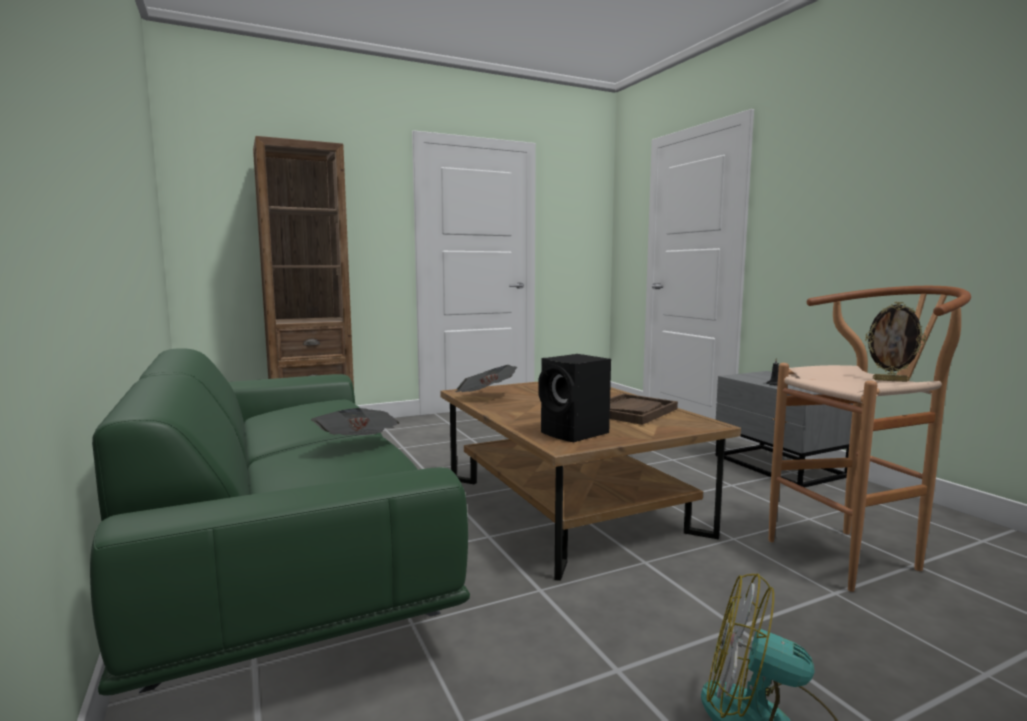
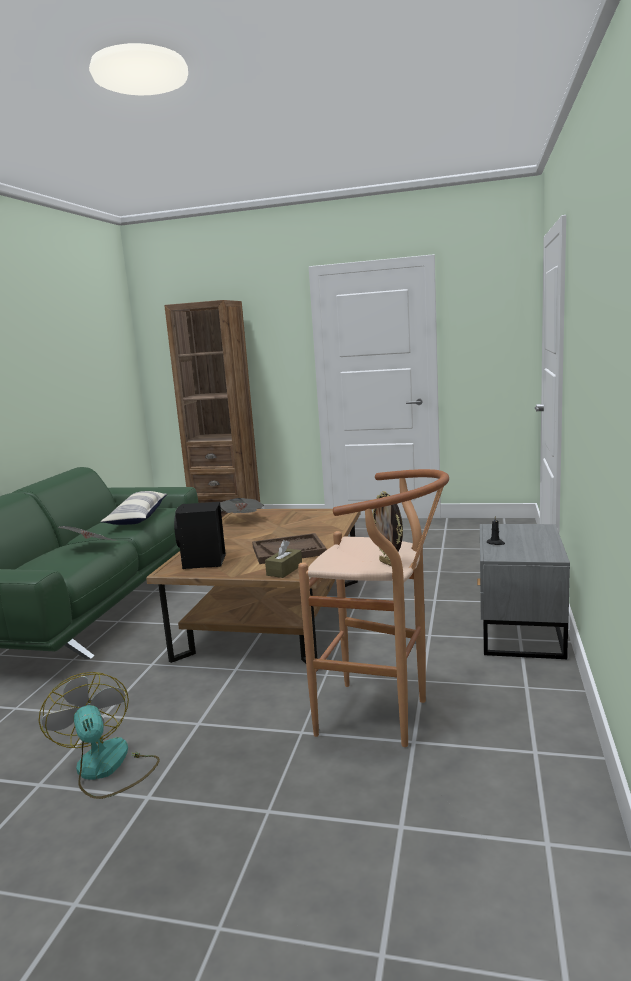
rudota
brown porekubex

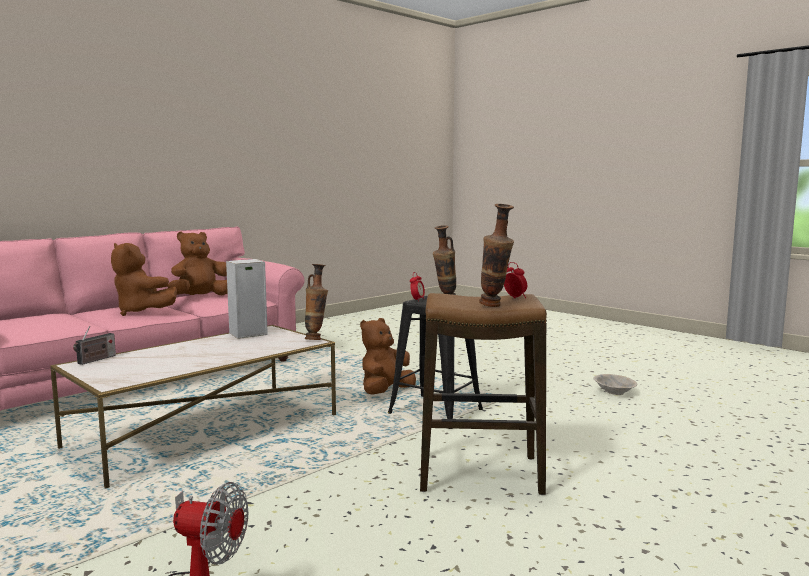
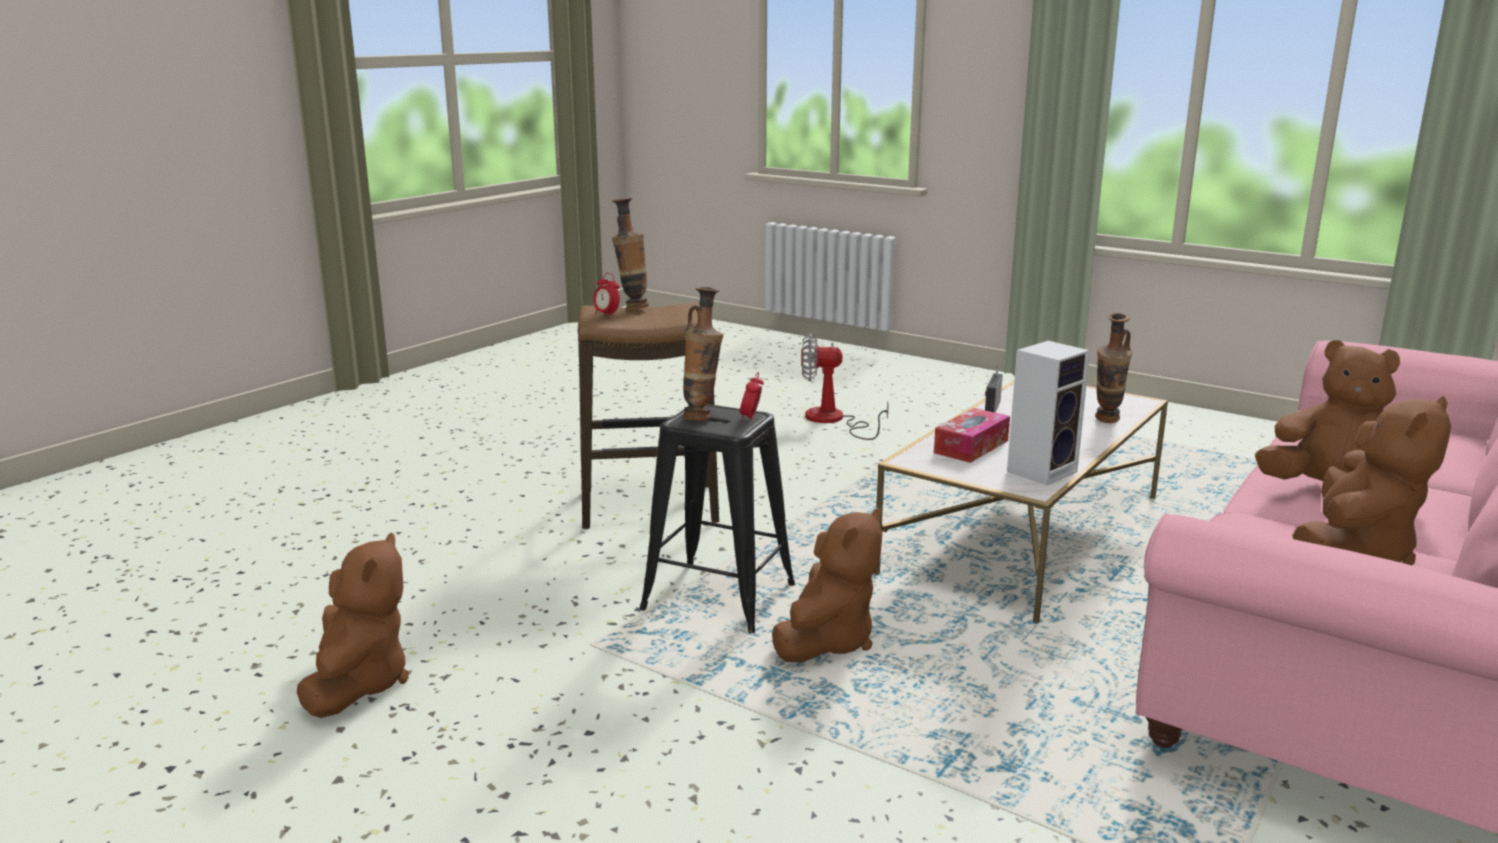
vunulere (no. 3 from left)
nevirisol
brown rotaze (no. 1 from left)
porekubex

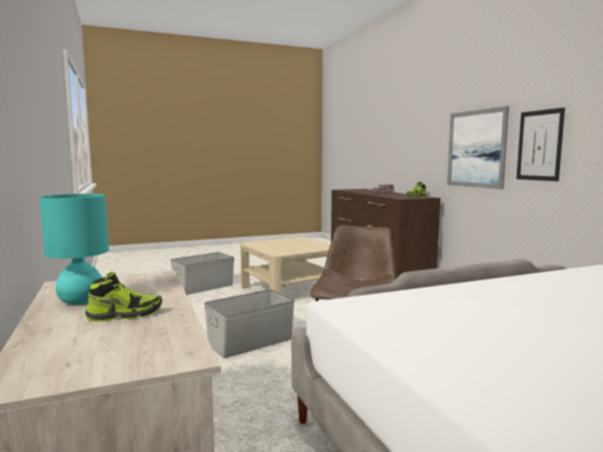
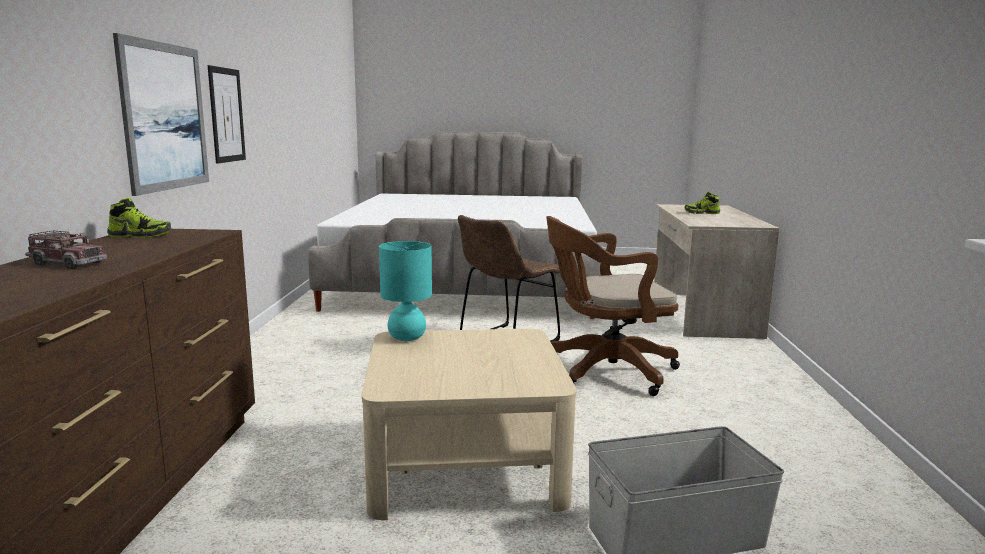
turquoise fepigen
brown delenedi

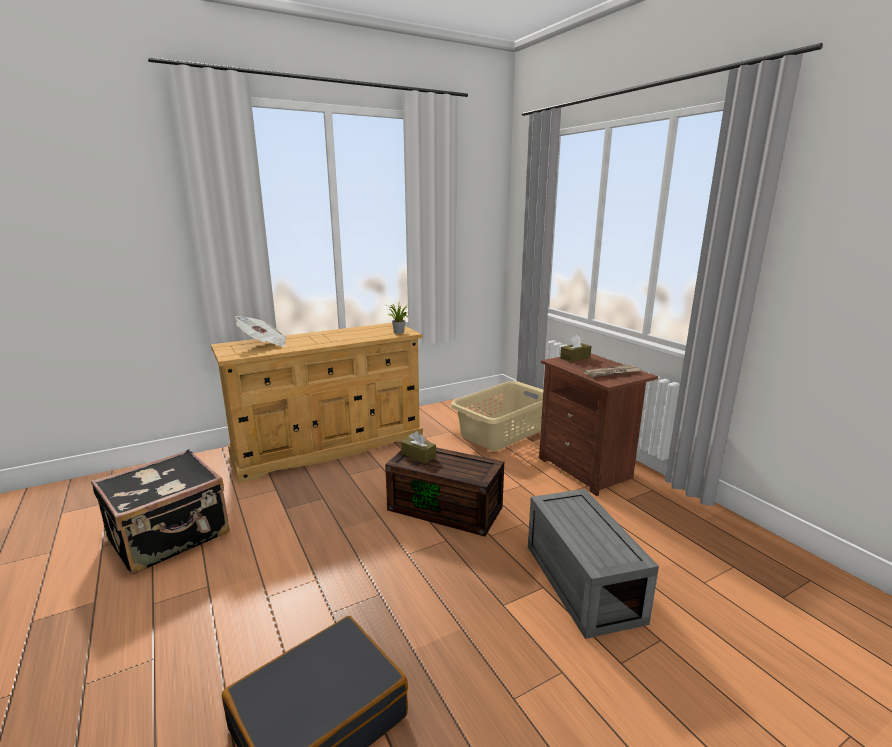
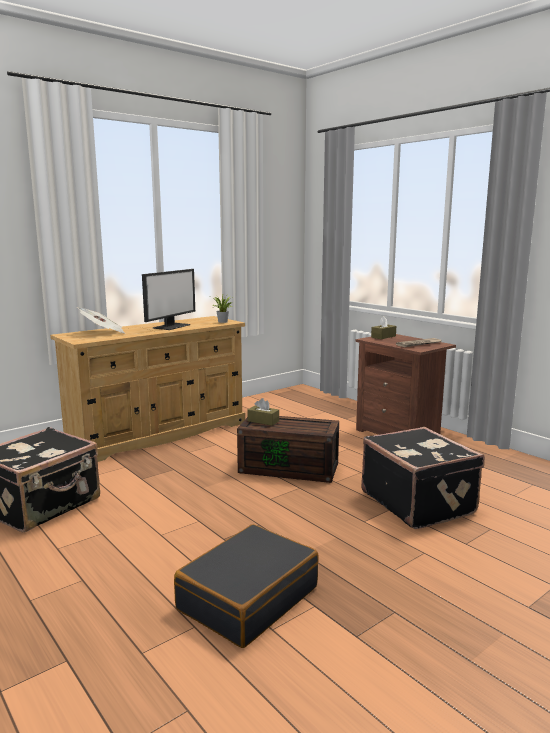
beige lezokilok
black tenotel (no. 3 from left)
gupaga

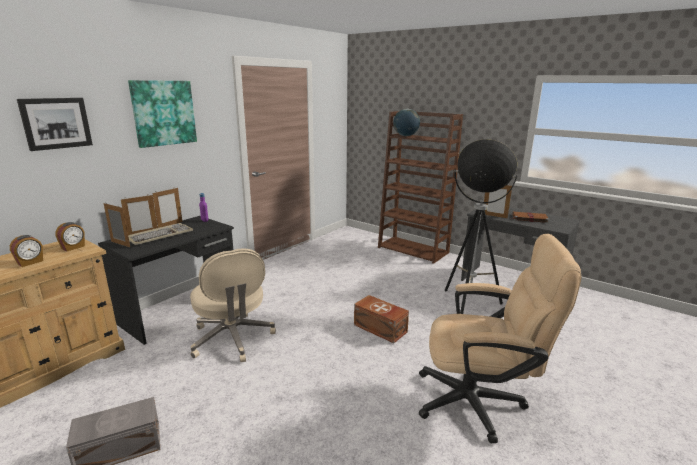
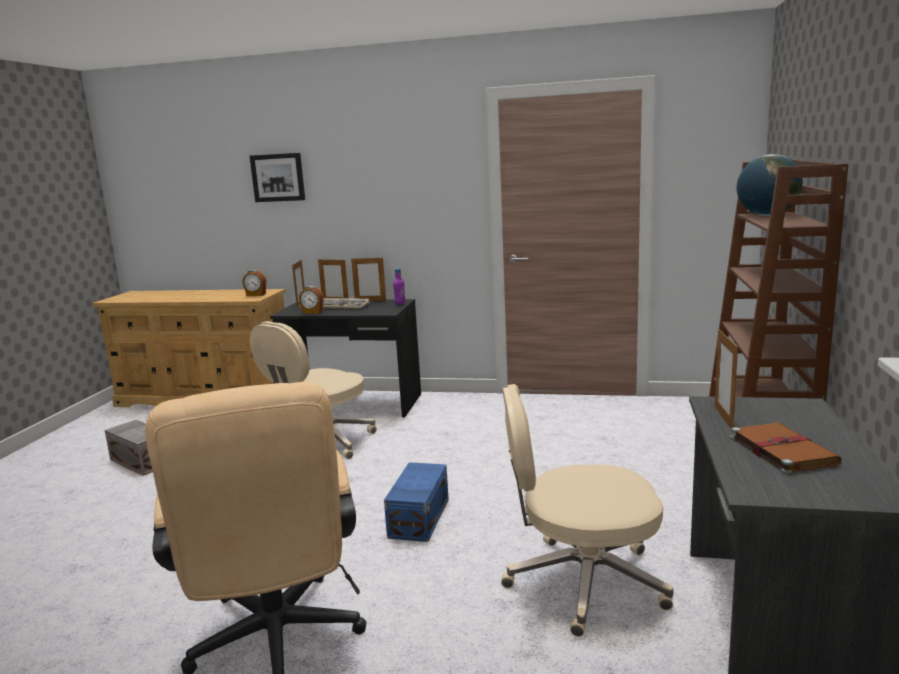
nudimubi (no. 2 from left in the first image)
beige delenedi (no. 3 from left)
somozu (no. 2 from left)
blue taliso

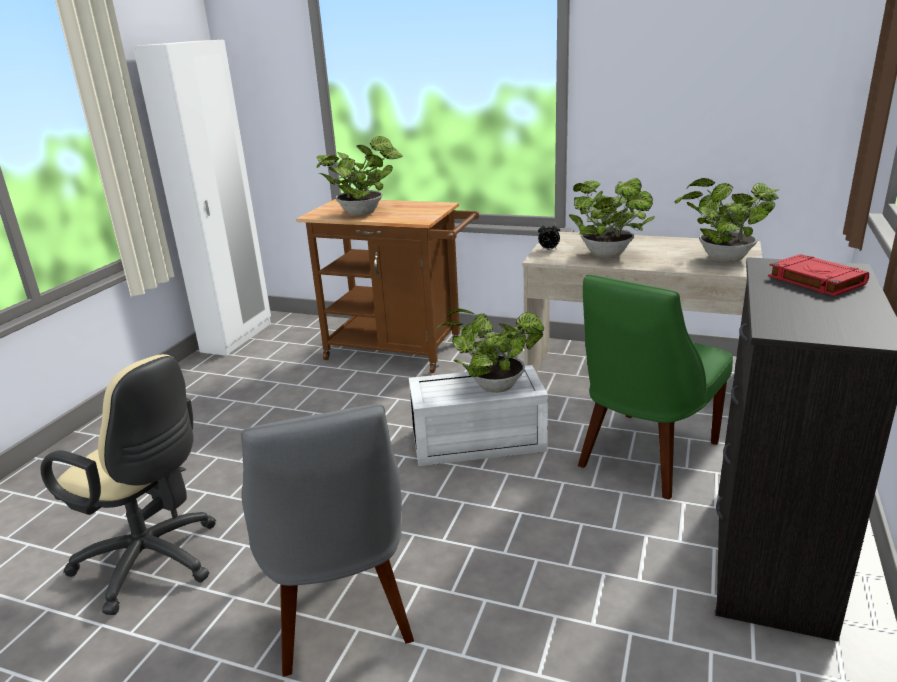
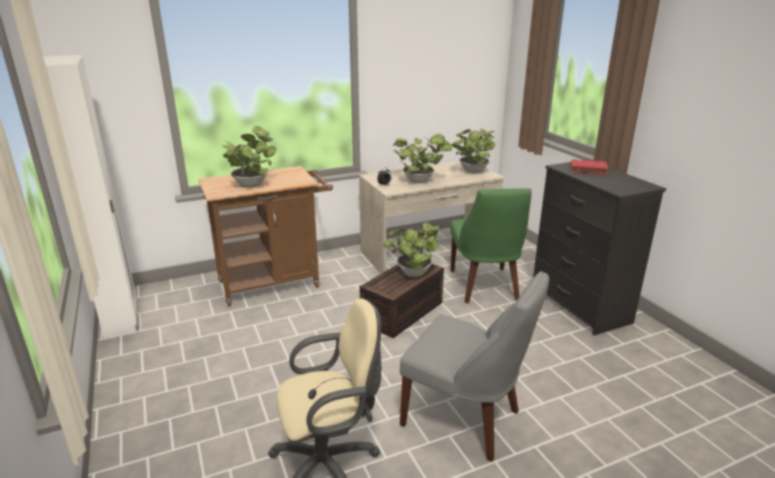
brown taliso

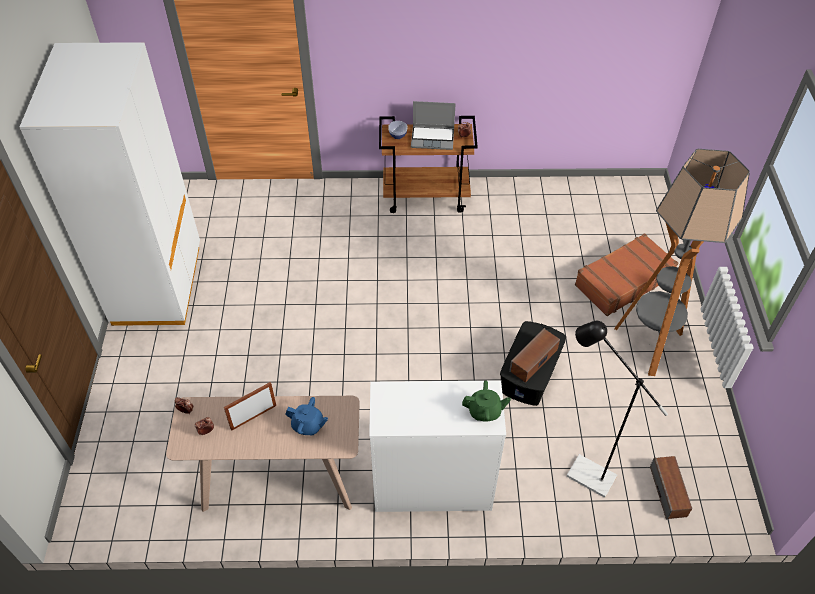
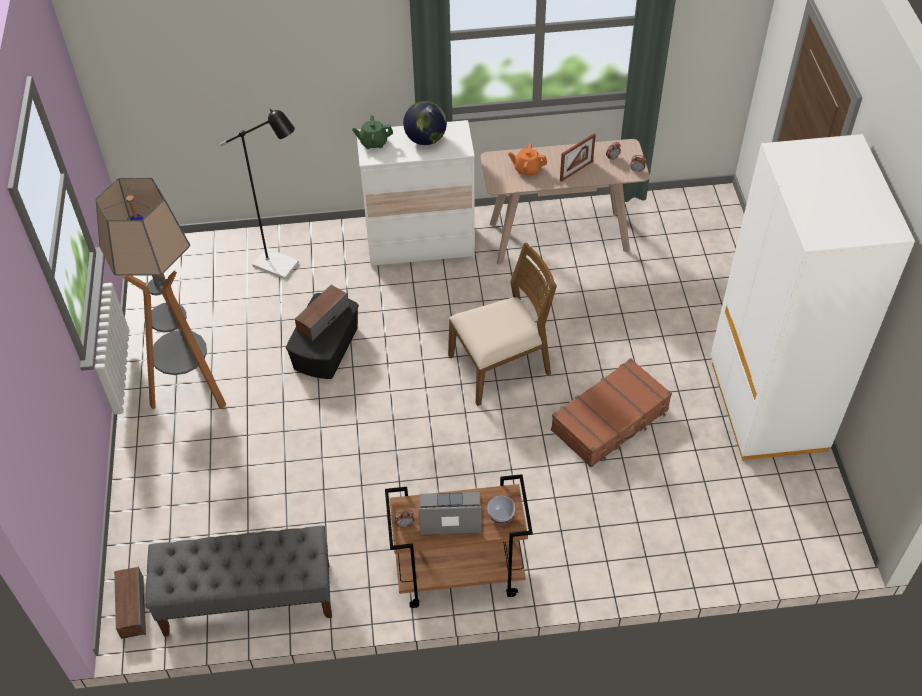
brown tenotel
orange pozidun
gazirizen (no. 1 from left)
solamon
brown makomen
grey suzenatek

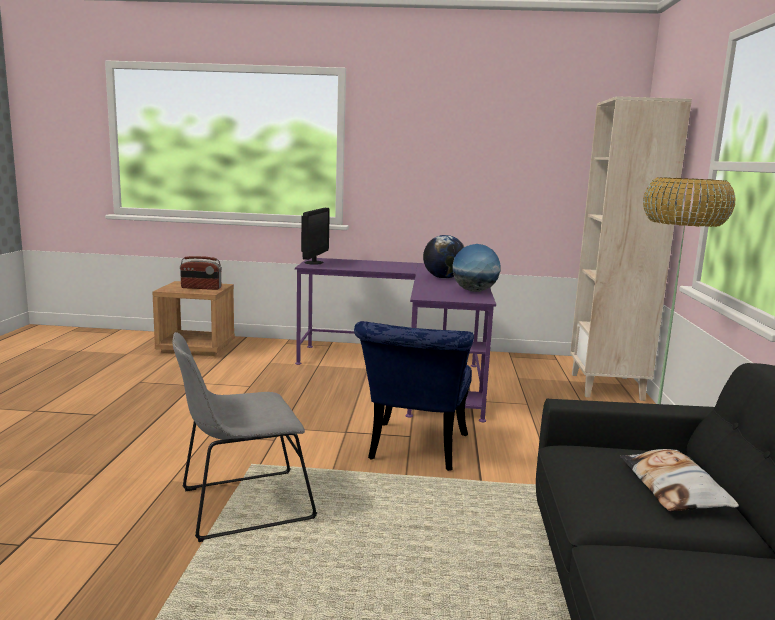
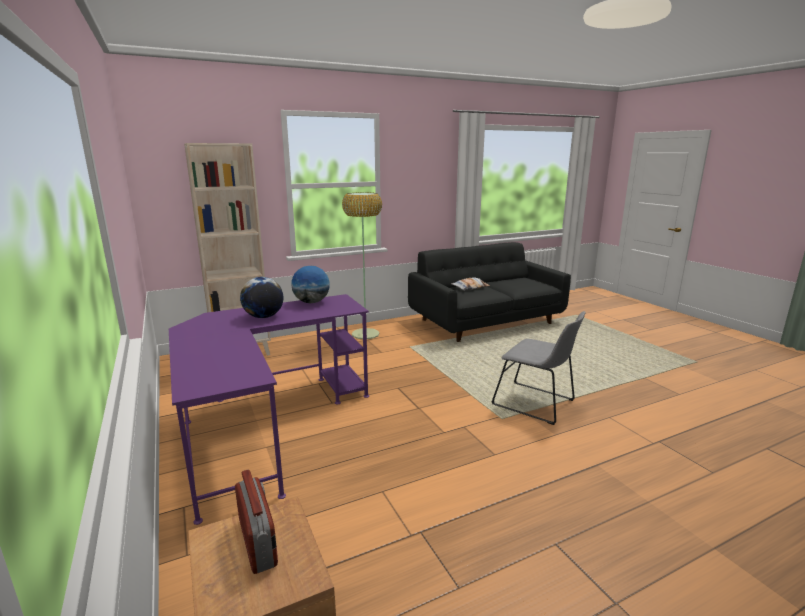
gupaga
blue makomen

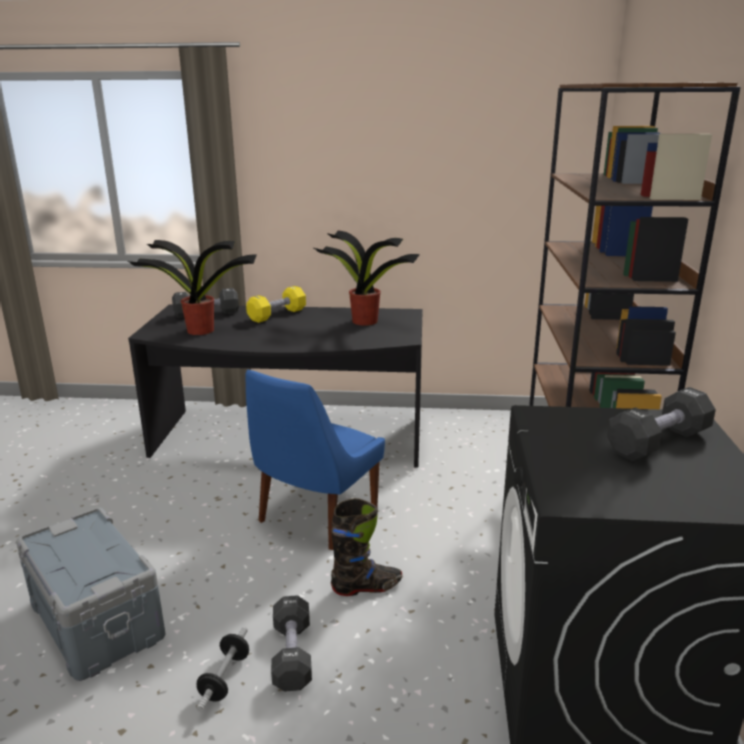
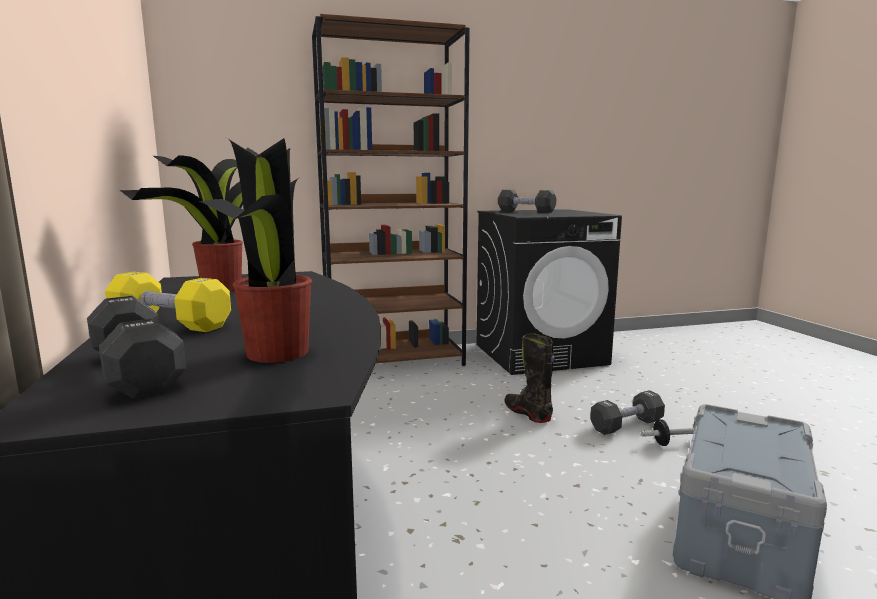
blue makomen

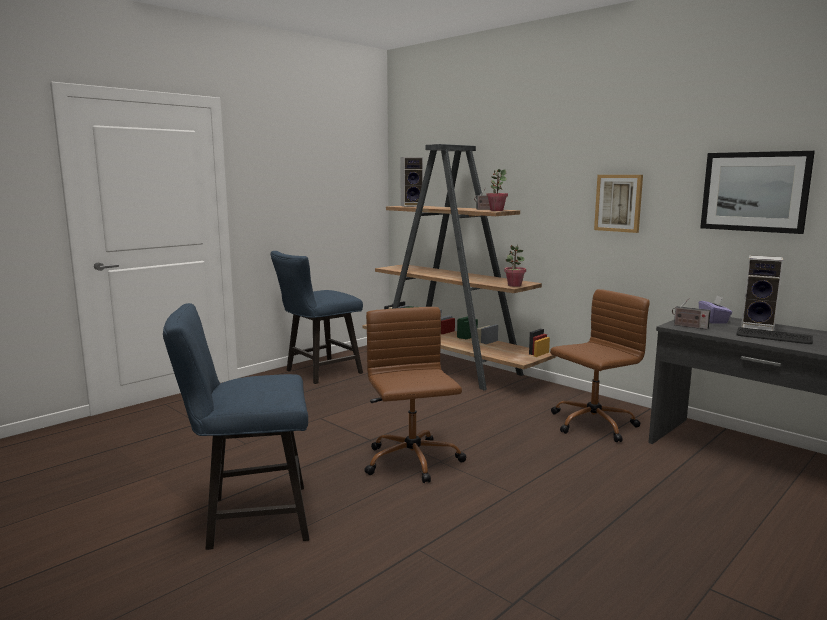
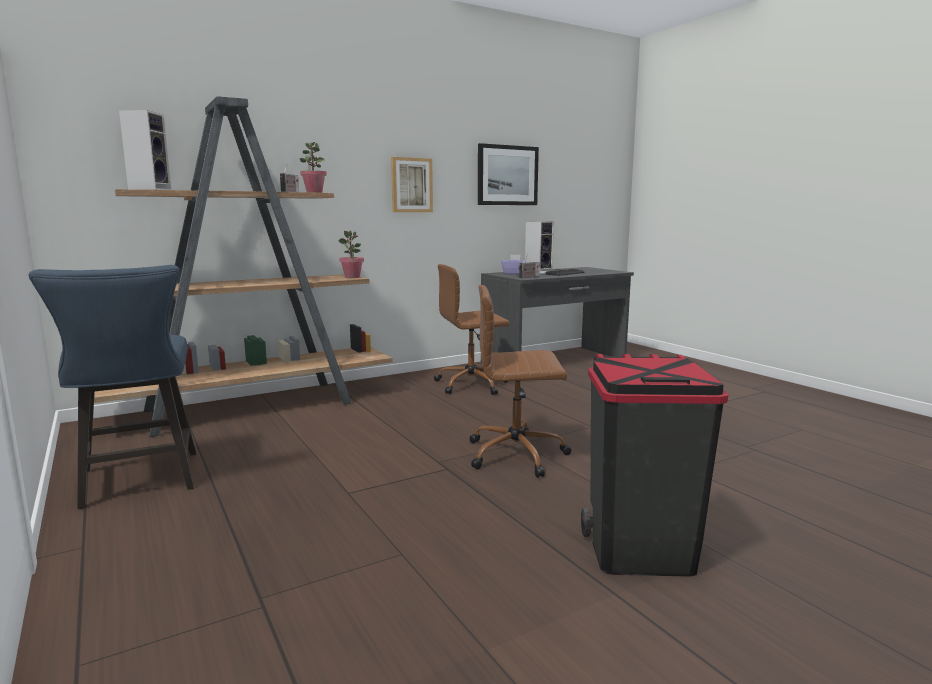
brown delenedi (no. 1 from left)
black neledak

